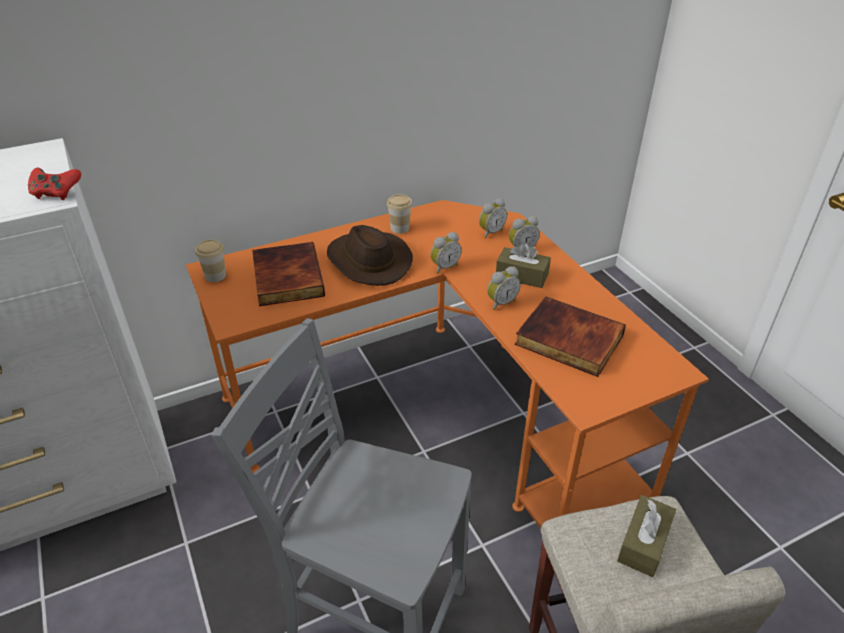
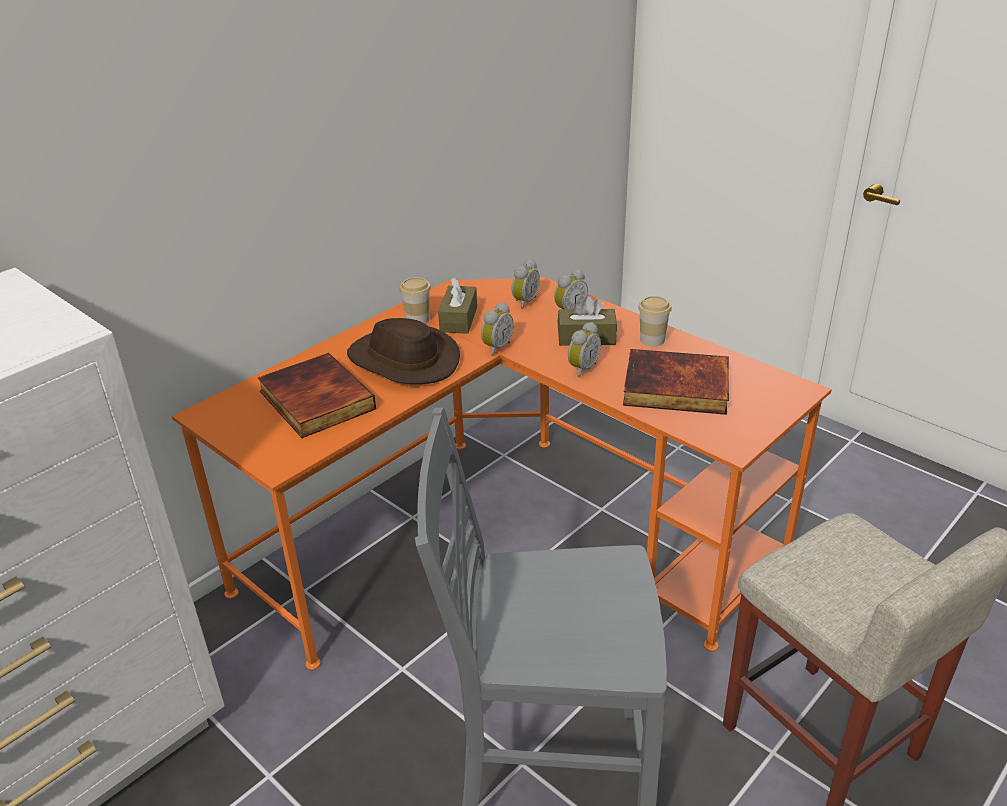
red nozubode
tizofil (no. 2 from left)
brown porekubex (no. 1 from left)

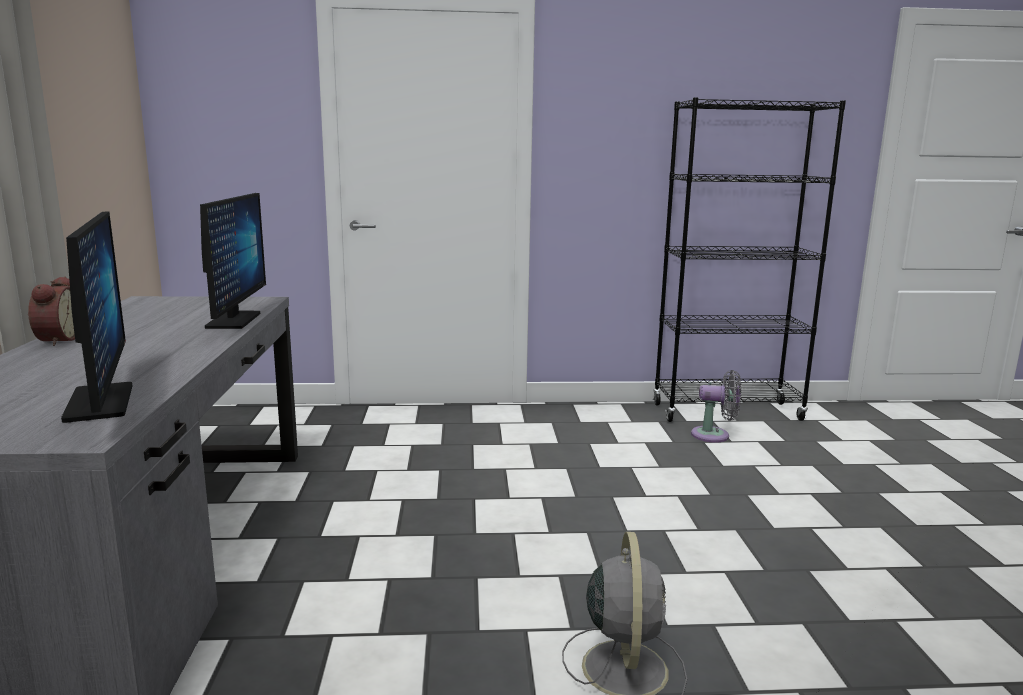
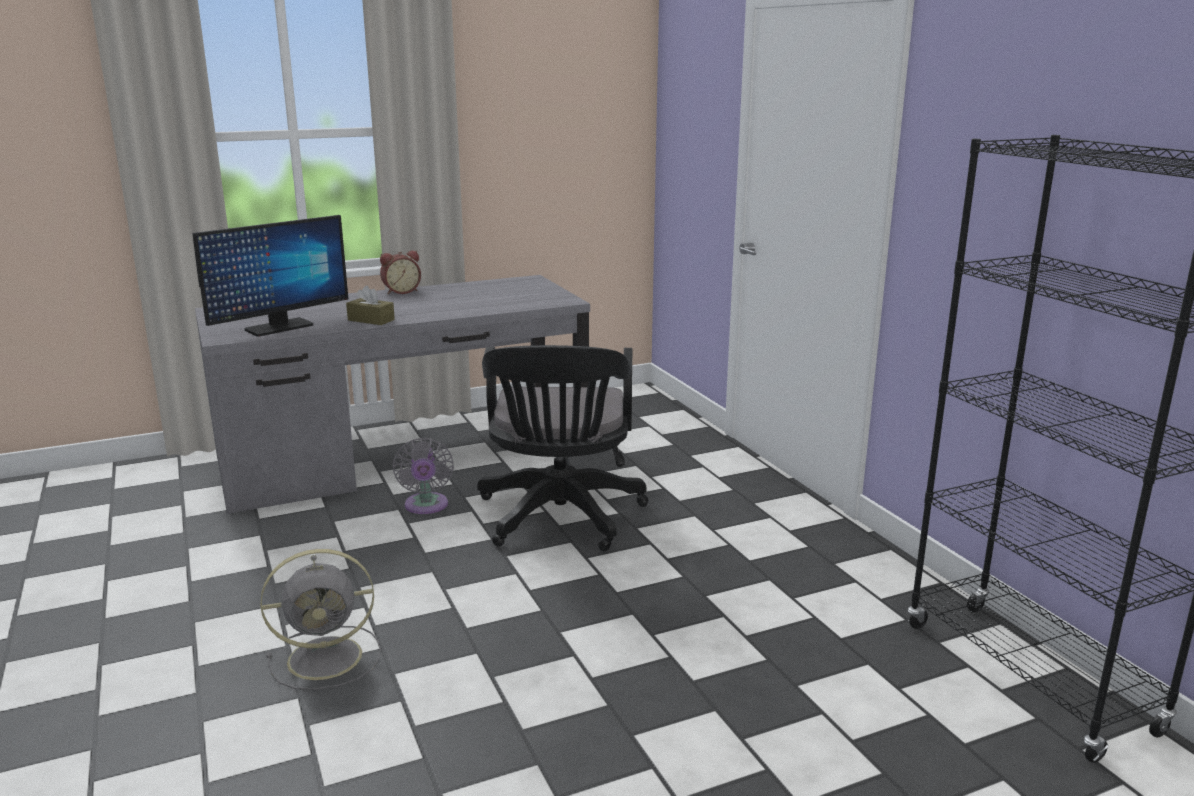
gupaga (no. 2 from left in the first image)
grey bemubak (no. 2 from left)
brown porekubex
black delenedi

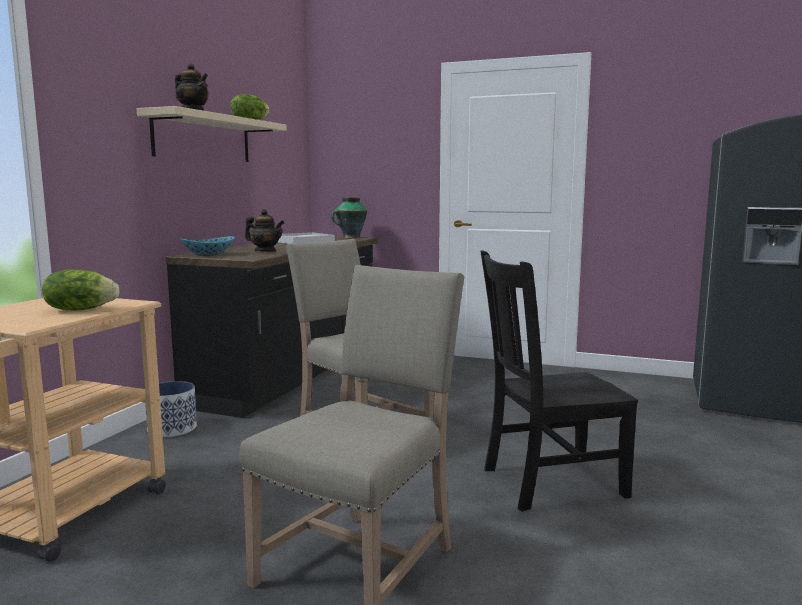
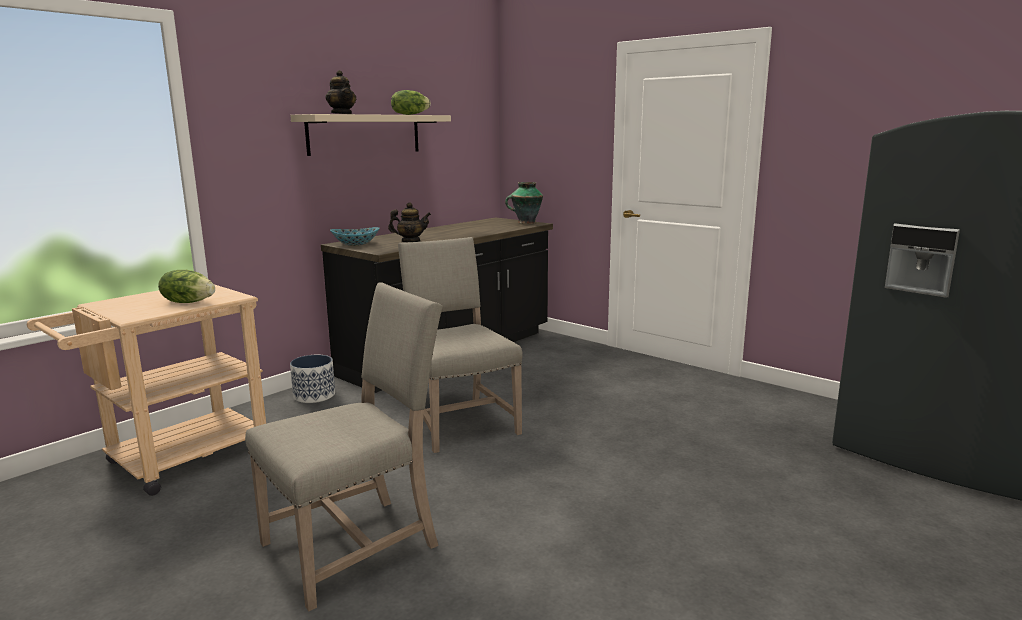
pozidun (no. 2 from left)
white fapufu
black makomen

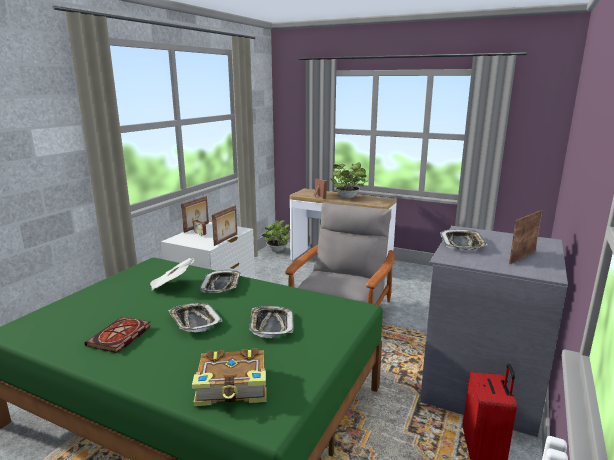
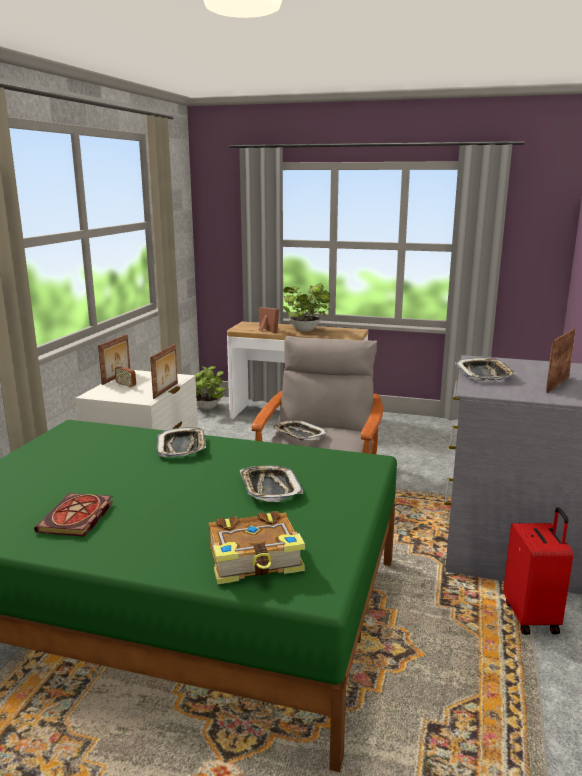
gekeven
fapufu (no. 3 from left)

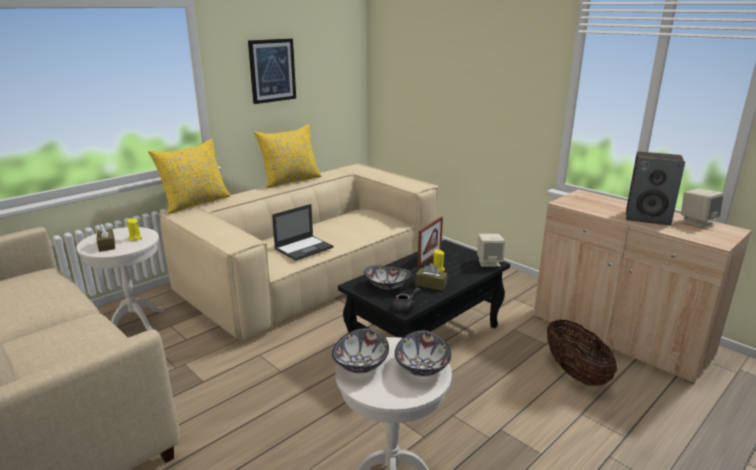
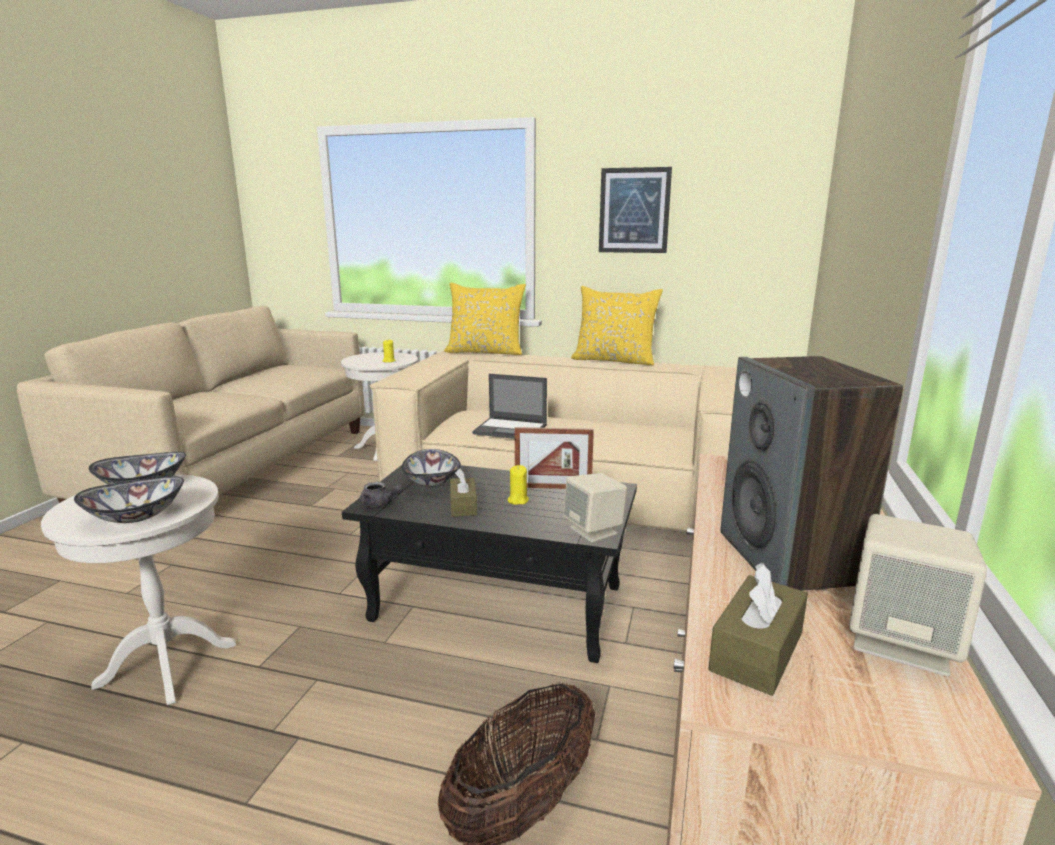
brown porekubex (no. 2 from left)

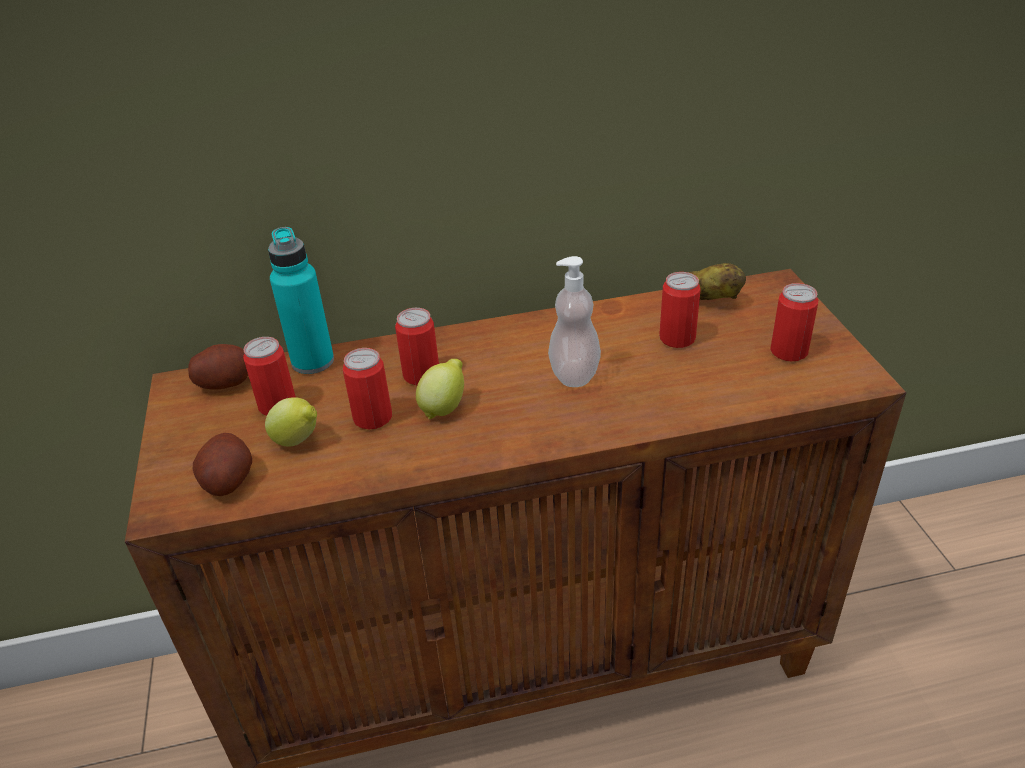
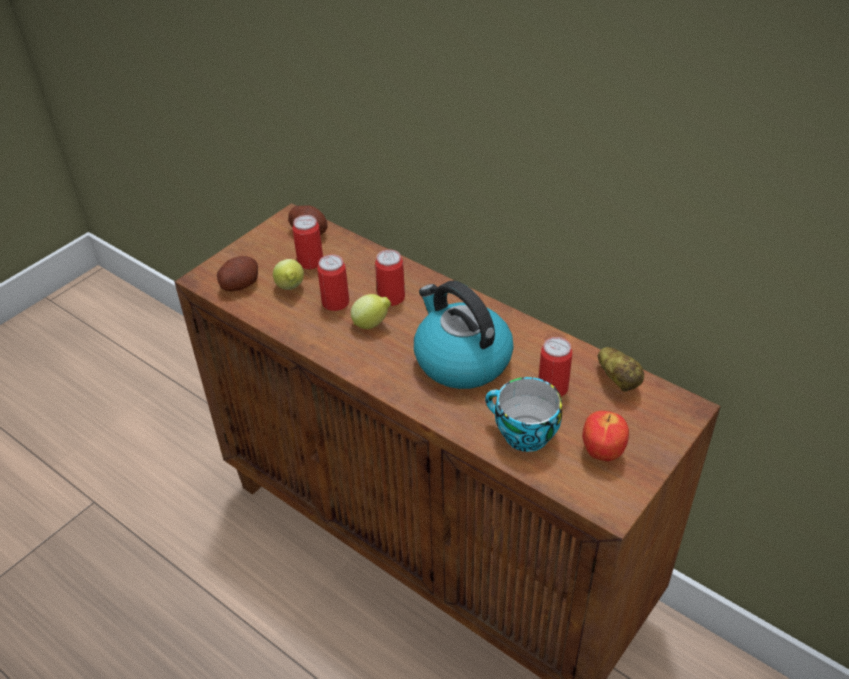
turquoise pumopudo
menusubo
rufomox
tizofil

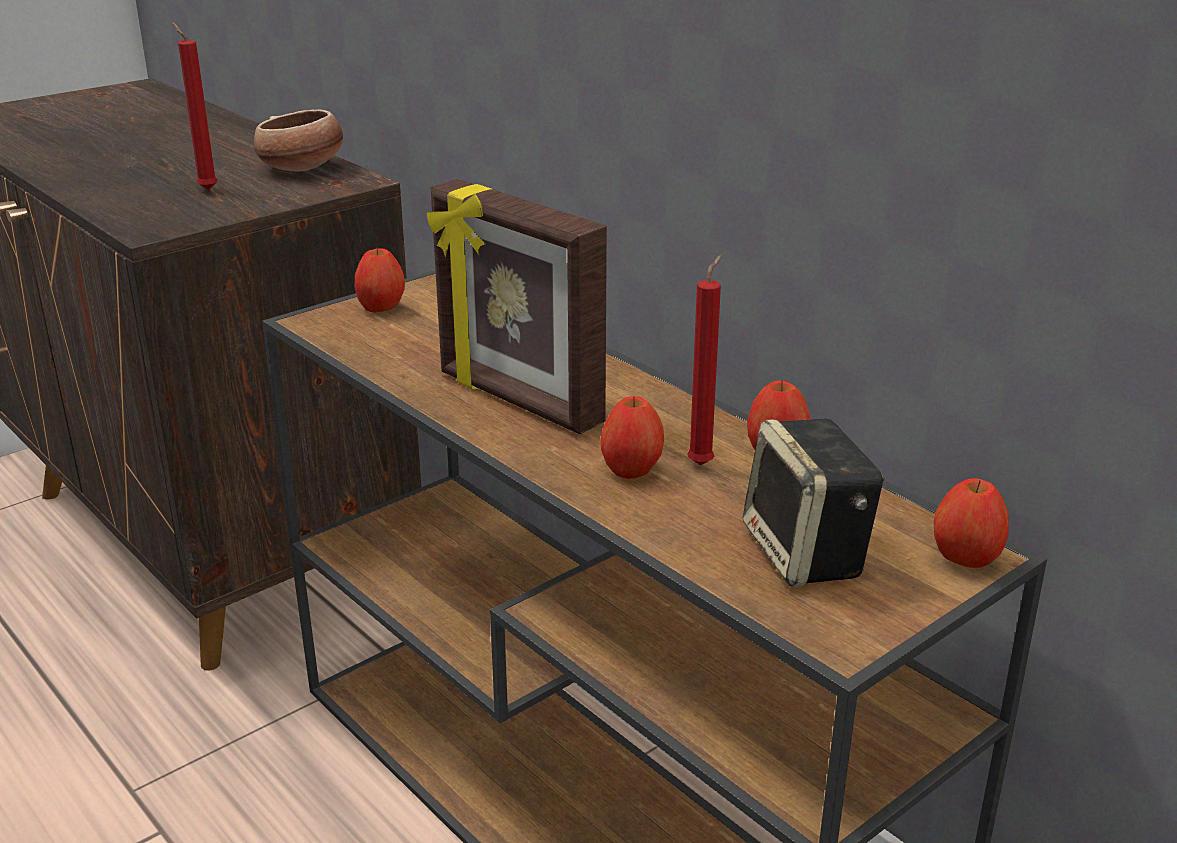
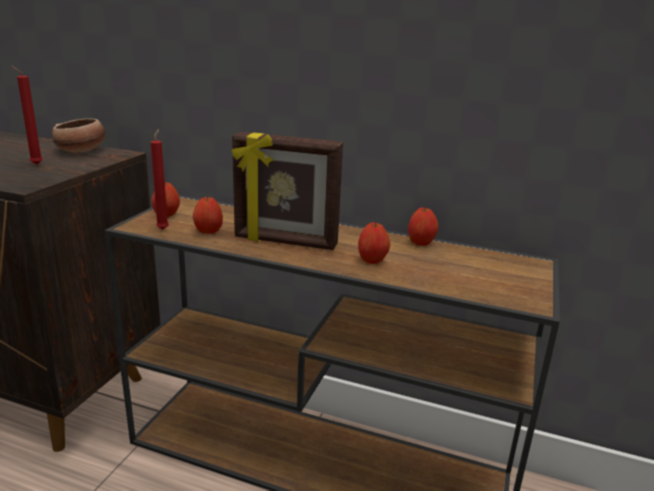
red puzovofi (no. 2 from left)
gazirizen
rufomox (no. 2 from left)

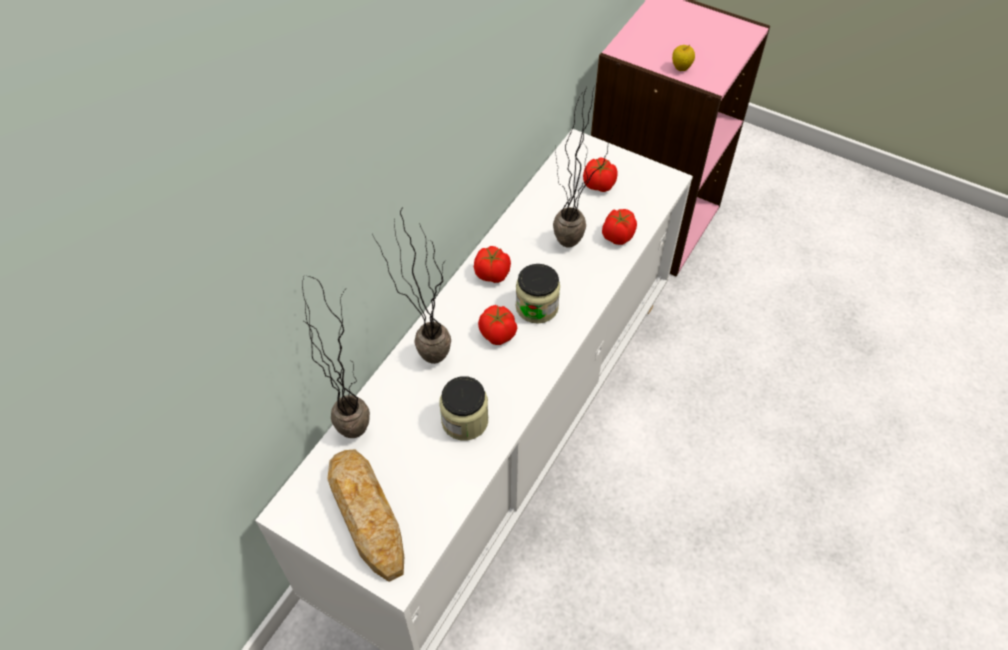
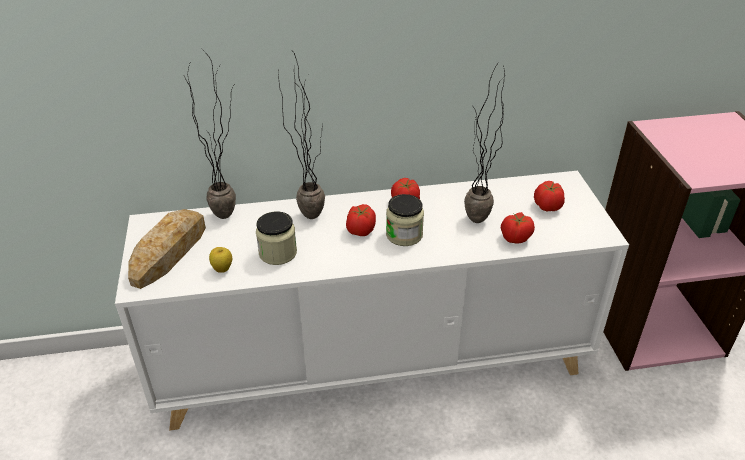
rufomox

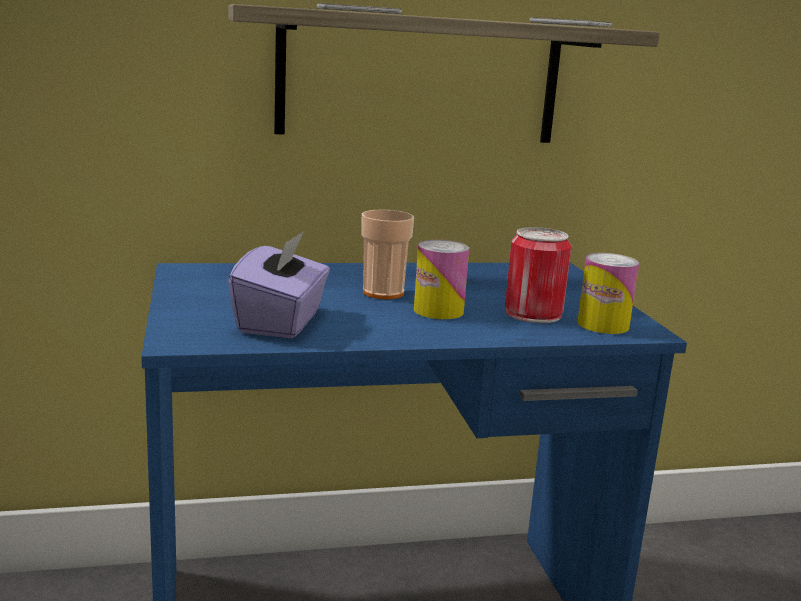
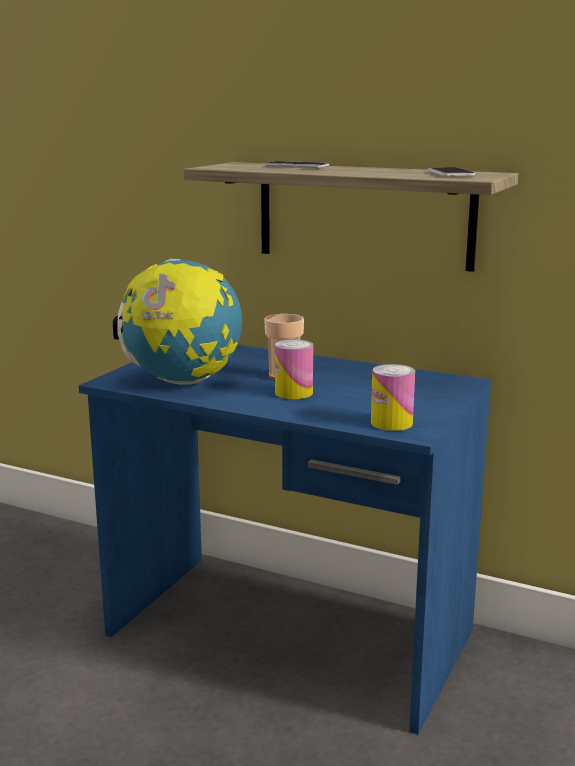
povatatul (no. 2 from left in the first image)
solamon

